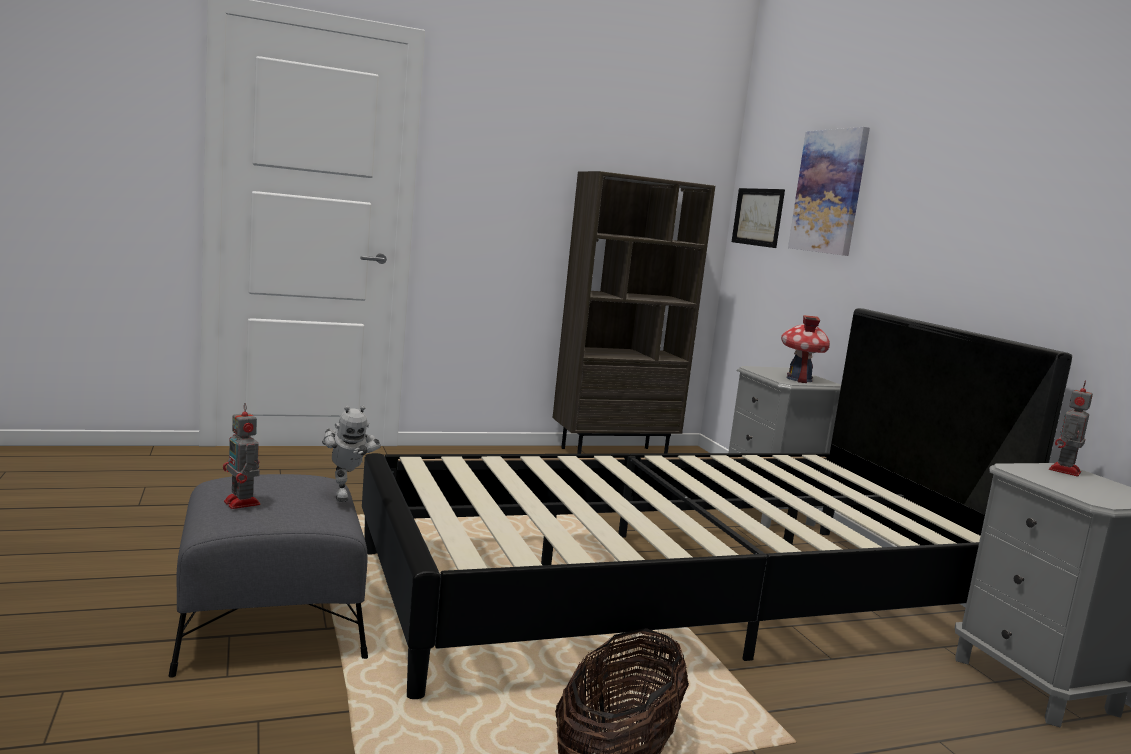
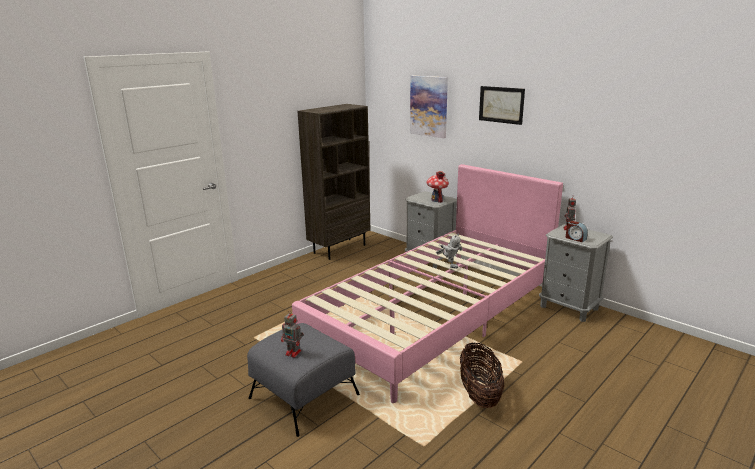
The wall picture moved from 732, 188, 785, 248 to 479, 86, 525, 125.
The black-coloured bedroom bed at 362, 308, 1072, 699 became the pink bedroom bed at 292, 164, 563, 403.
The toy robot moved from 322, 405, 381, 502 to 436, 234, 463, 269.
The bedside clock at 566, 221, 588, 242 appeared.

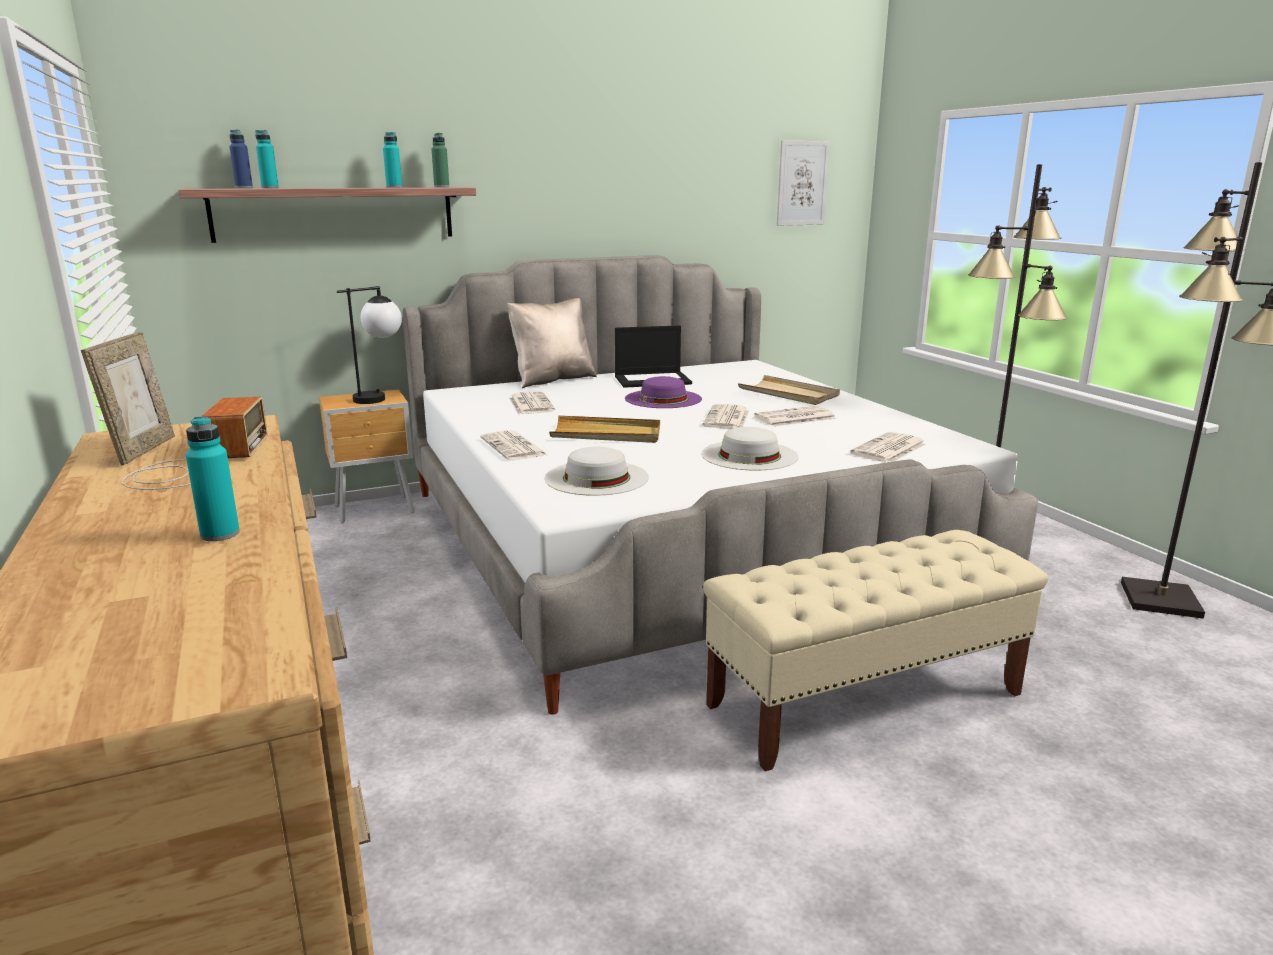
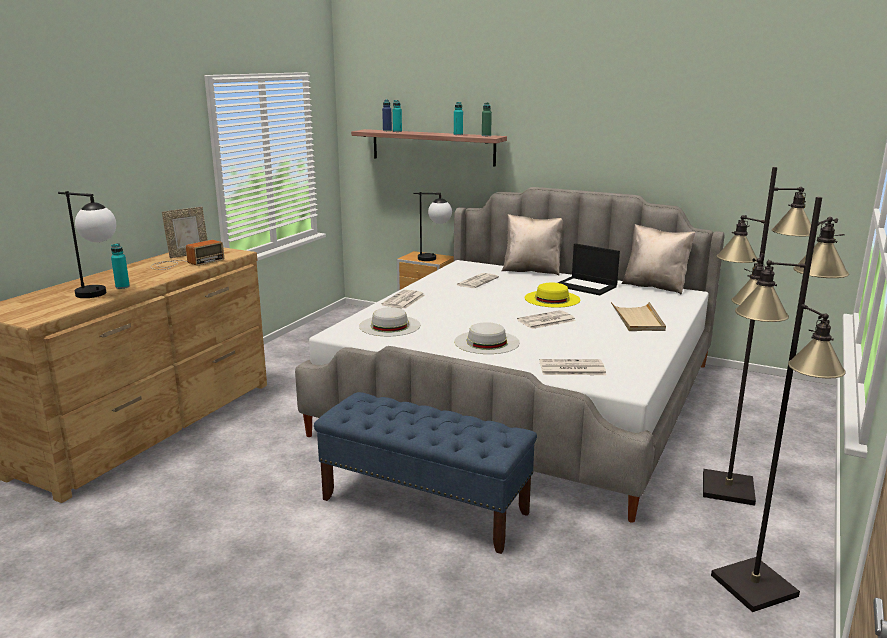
The wall picture at 777, 140, 830, 226 disappeared.
The purple-coloured hat at 625, 376, 702, 408 became the yellow hat at 525, 282, 580, 308.
The daily paper at 754, 406, 836, 427 disappeared.
The beige serving tray at 549, 415, 660, 443 disappeared.
The beige long seat at 703, 530, 1048, 771 became the blue-coloured long seat at 314, 392, 537, 554.
The tabletop lamp at 58, 191, 116, 298 appeared.
The beige cushion at 622, 224, 695, 295 appeared.

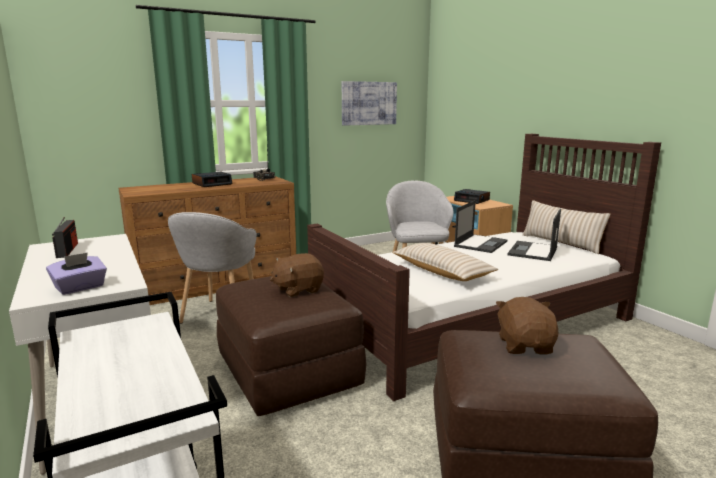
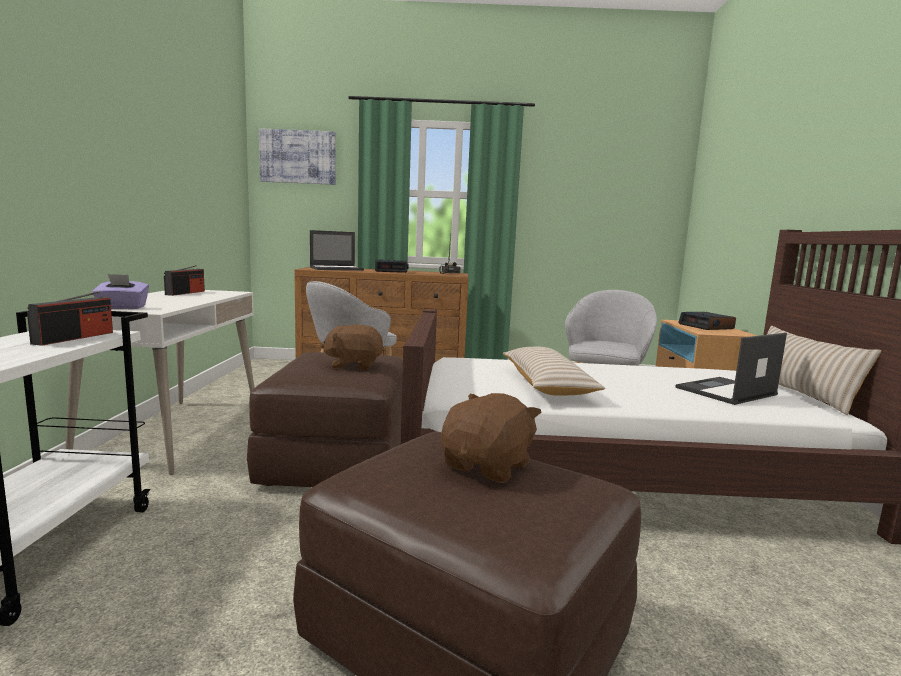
The wall picture moved from 342, 81, 397, 125 to 259, 128, 336, 185.
The notebook computer moved from 454, 200, 508, 253 to 310, 230, 364, 271.
The radio receiver at 27, 291, 113, 346 appeared.

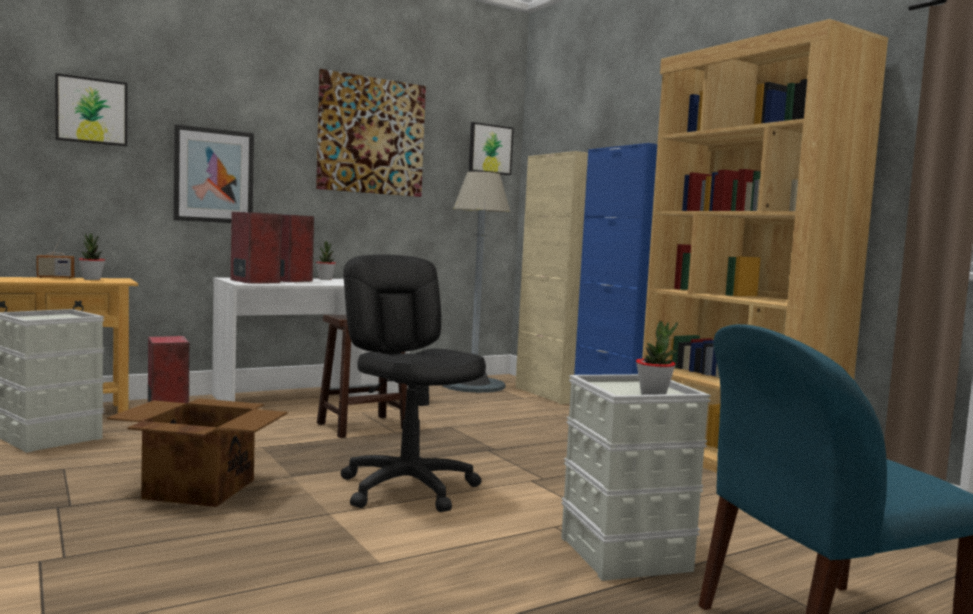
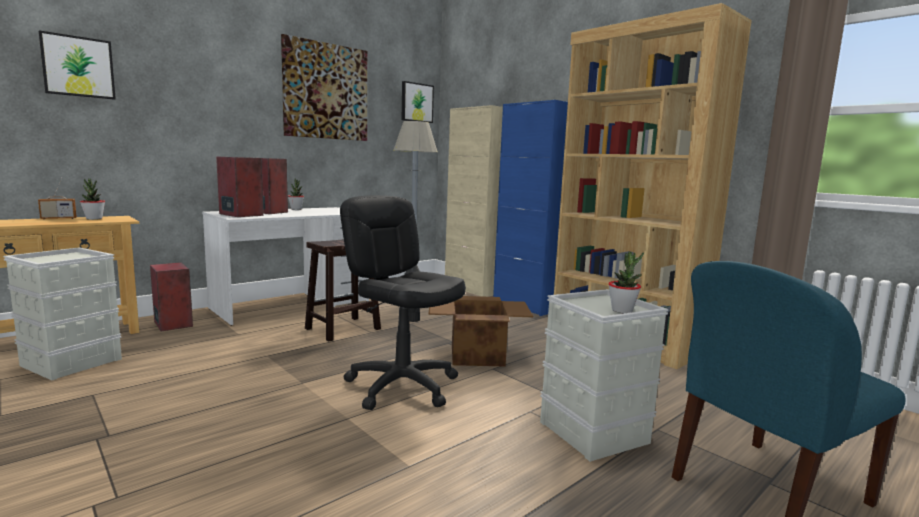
The wall picture at 173, 124, 254, 223 disappeared.
The carton moved from 107, 398, 288, 507 to 429, 296, 533, 367.

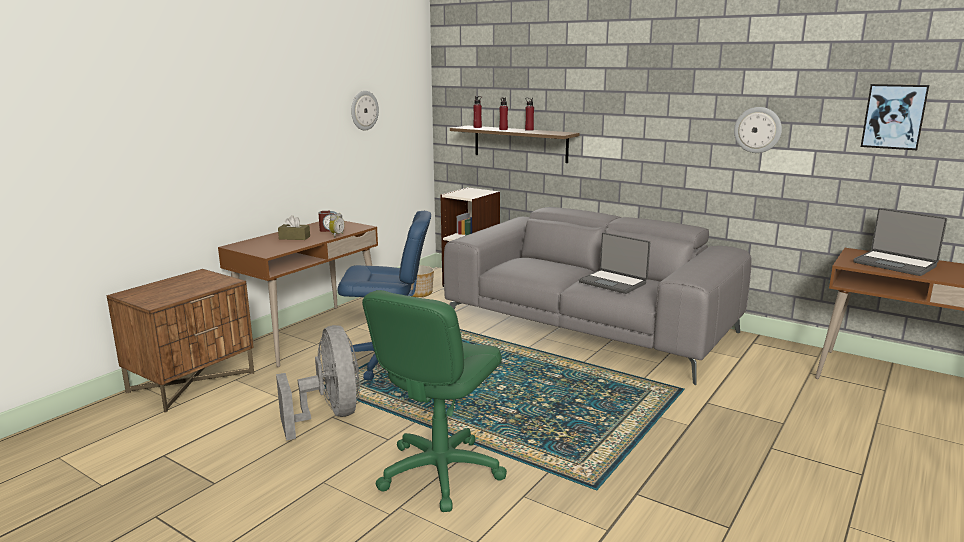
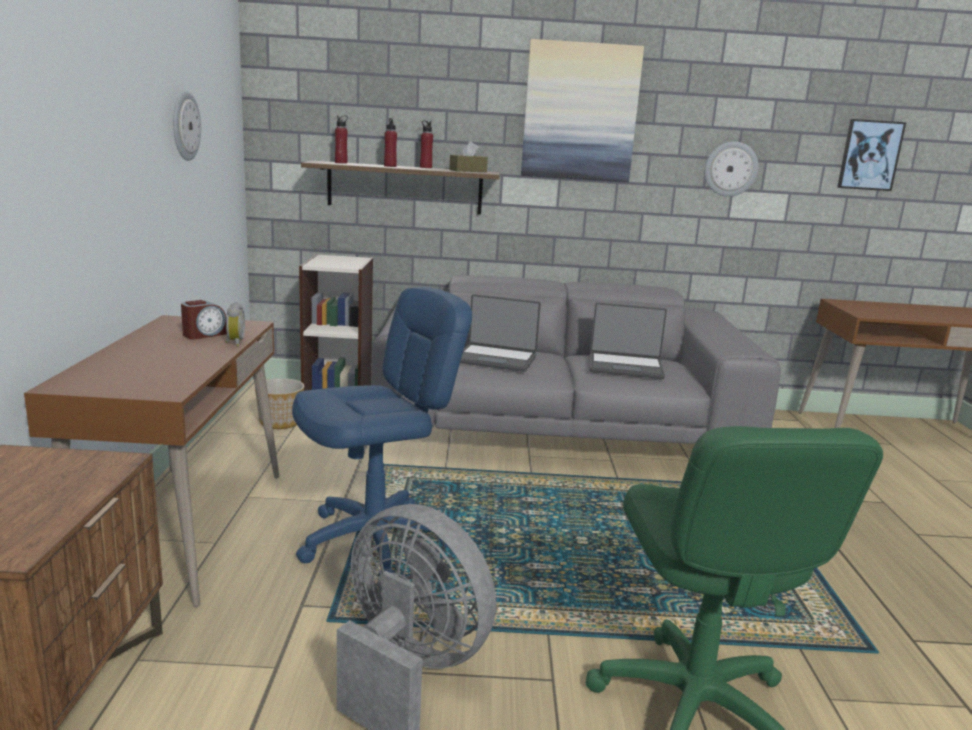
The notebook computer moved from 853, 208, 947, 276 to 460, 294, 541, 372.
The brown-coloured tissue holder moved from 278, 215, 310, 240 to 449, 141, 488, 172.
The wall picture at 521, 39, 644, 182 appeared.

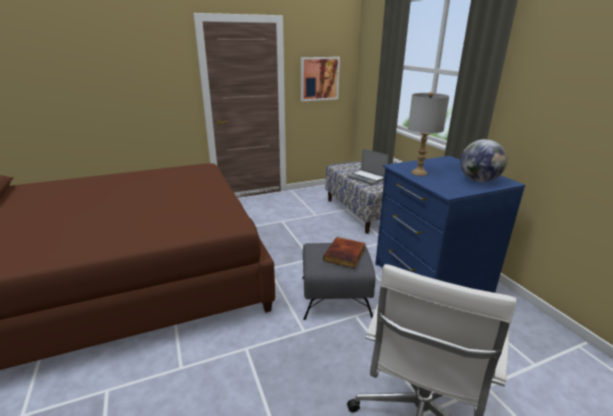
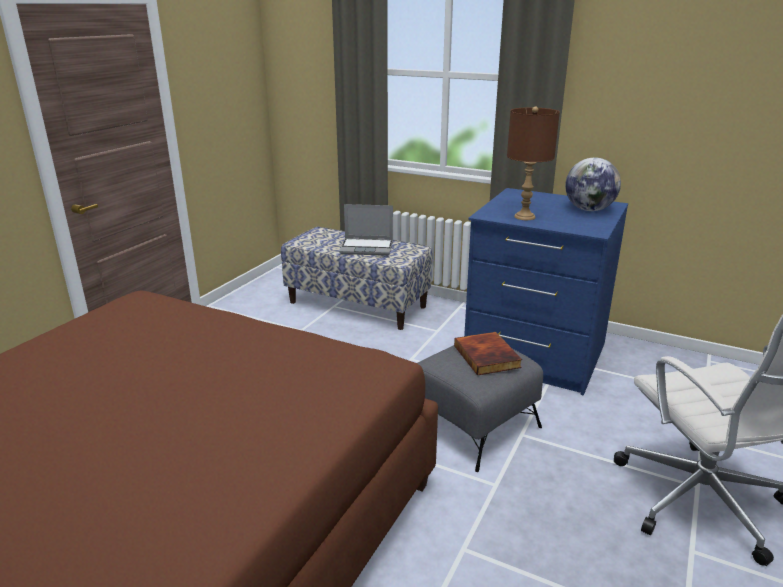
The wall picture at 301, 57, 340, 101 disappeared.
The grey tabletop lamp at 408, 92, 450, 176 became the brown-coloured tabletop lamp at 507, 106, 560, 220.

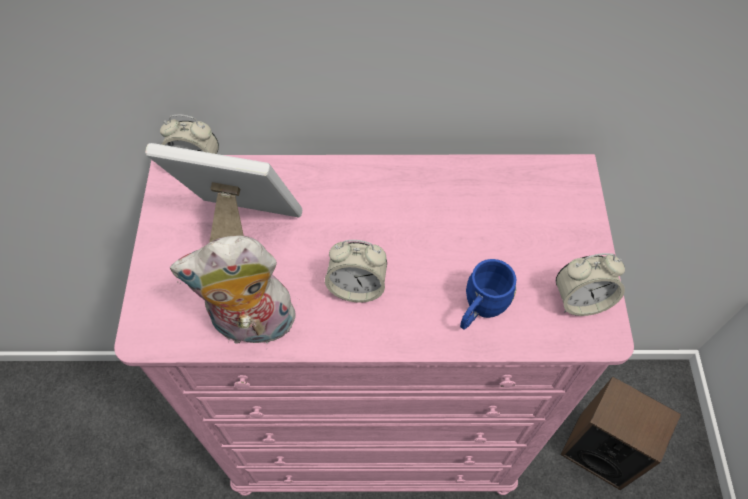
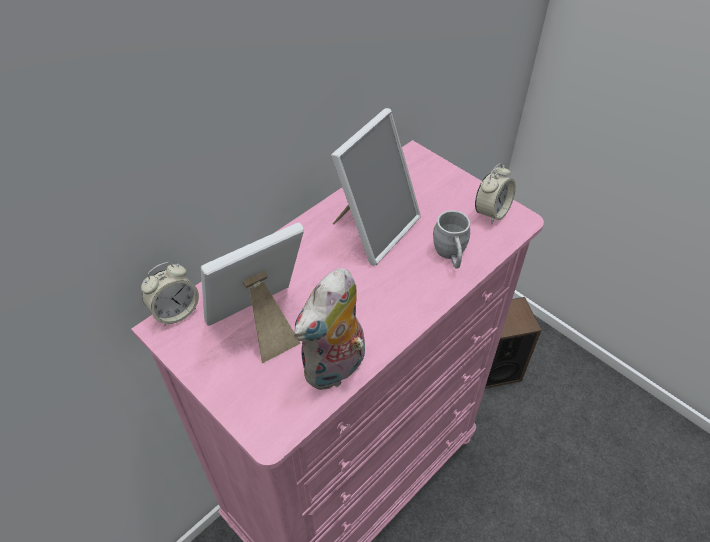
The bedside clock at 325, 240, 387, 303 disappeared.
The blue-coloured mug at 460, 259, 517, 330 became the grey mug at 433, 210, 470, 268.
The standing frame at 331, 108, 421, 266 appeared.

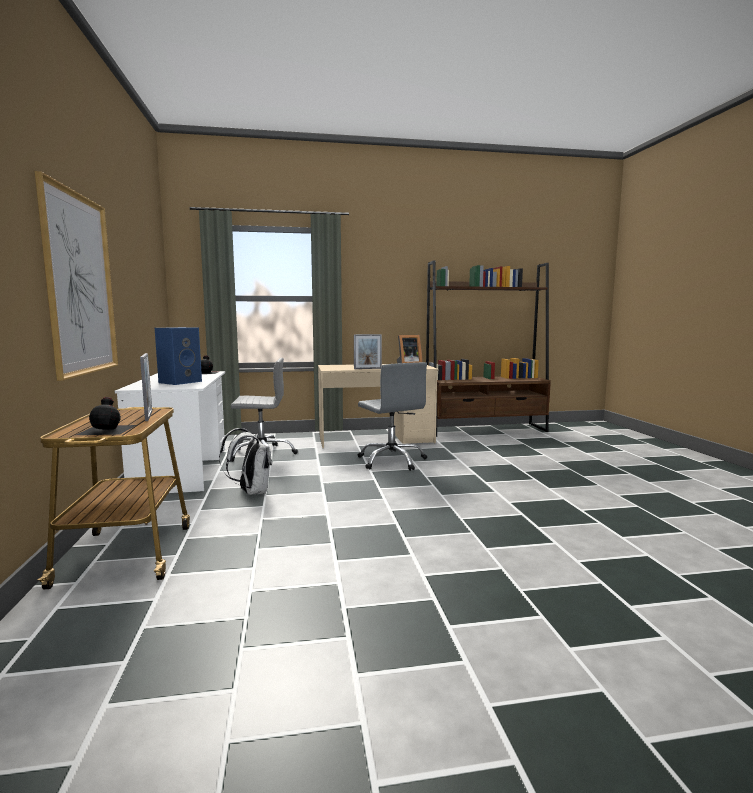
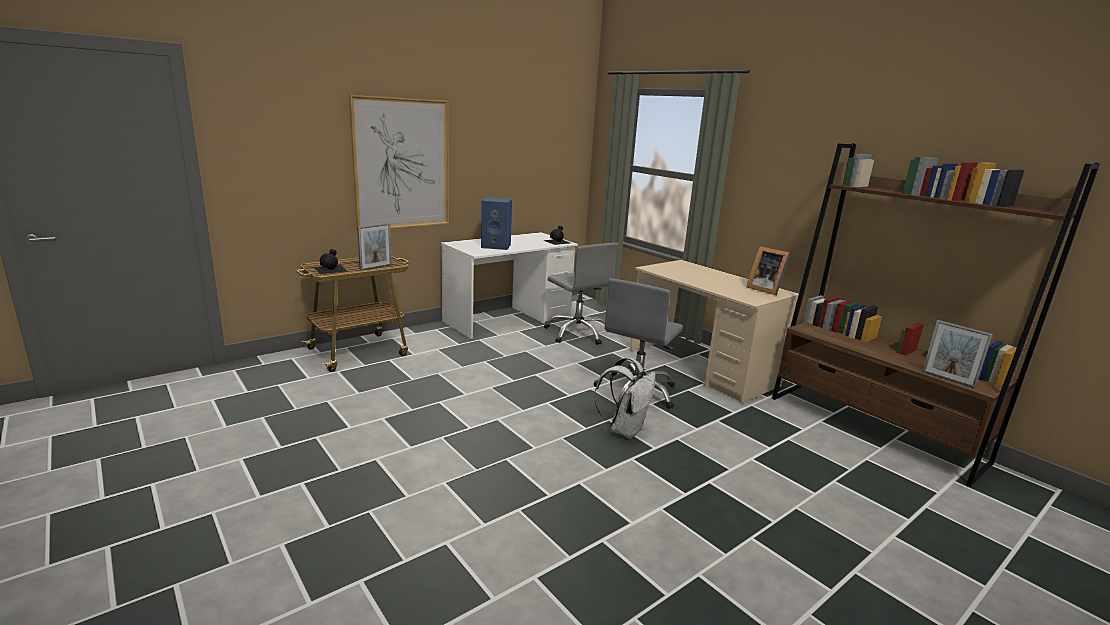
The standing frame moved from 354, 334, 382, 369 to 922, 320, 993, 389.
The white-coloured knapsack moved from 219, 428, 272, 495 to 594, 357, 655, 439.

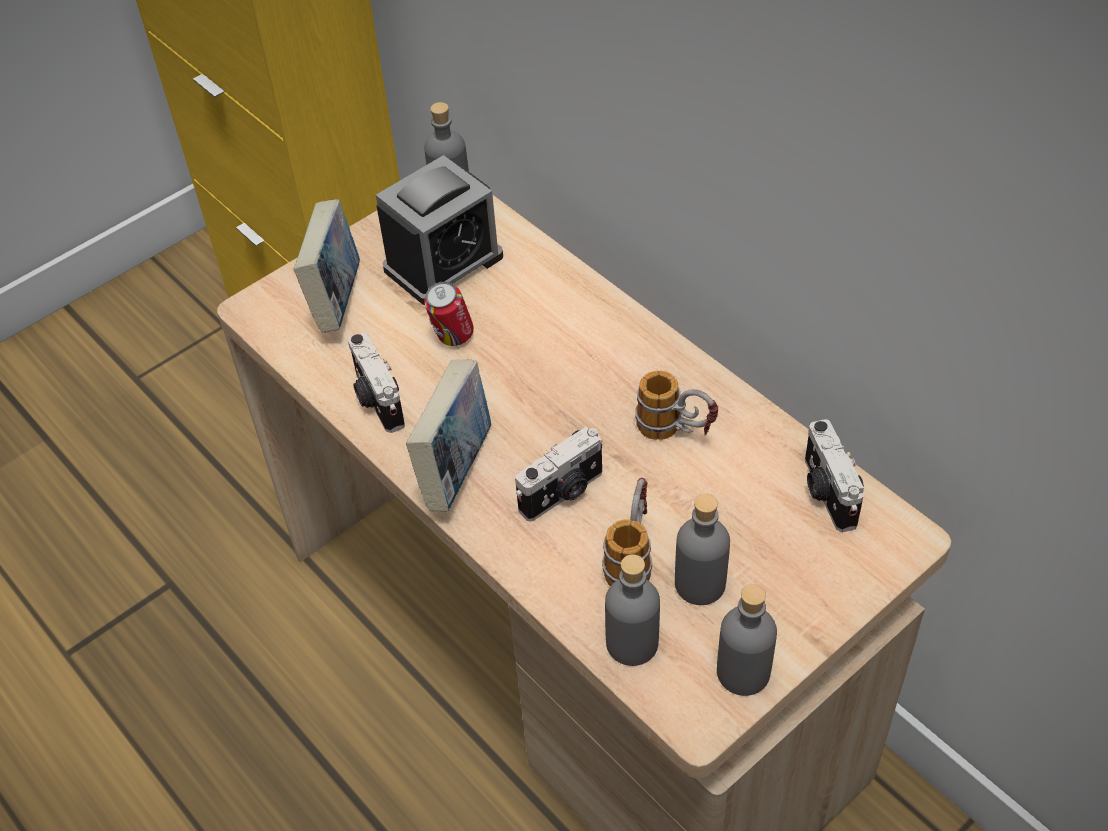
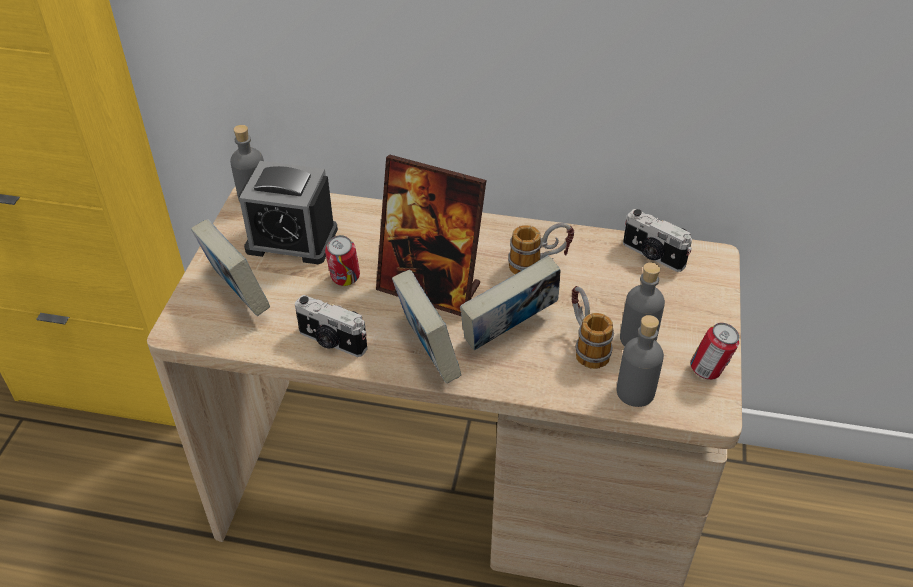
The bedside clock at 376, 155, 503, 305 turned 90 degrees clockwise.
The still camera at 515, 427, 602, 522 was replaced by the book at 460, 255, 561, 350.
The grey bottle at 717, 584, 777, 696 was replaced by the can at 690, 323, 739, 380.
The standing frame at 376, 155, 486, 316 appeared.

